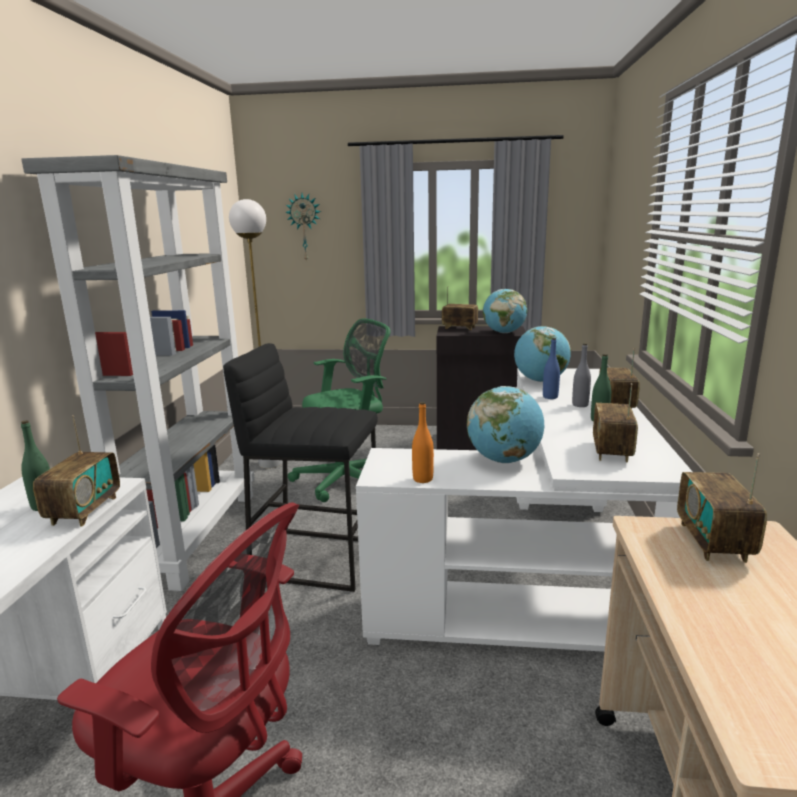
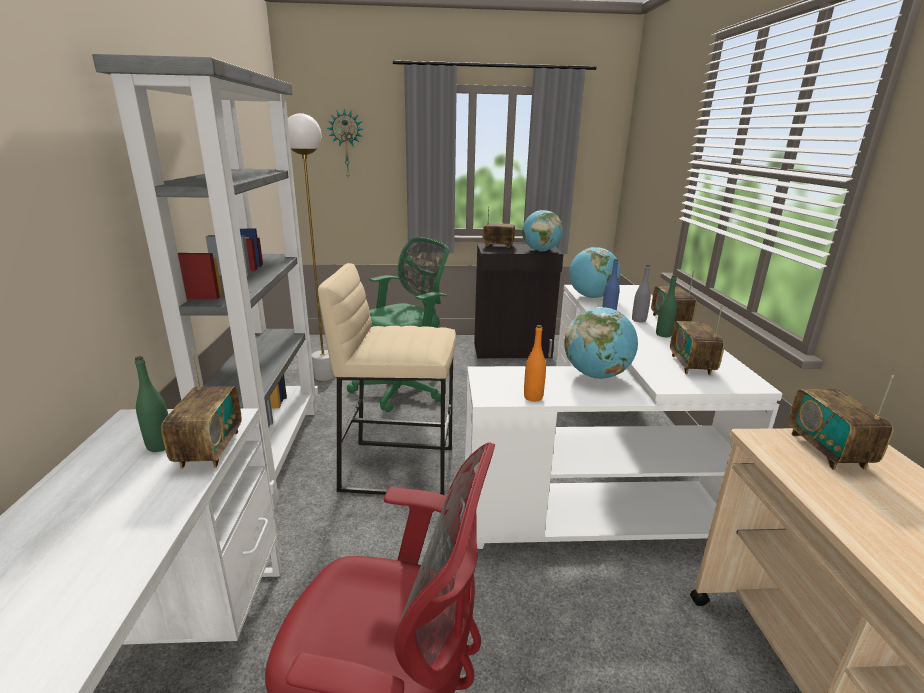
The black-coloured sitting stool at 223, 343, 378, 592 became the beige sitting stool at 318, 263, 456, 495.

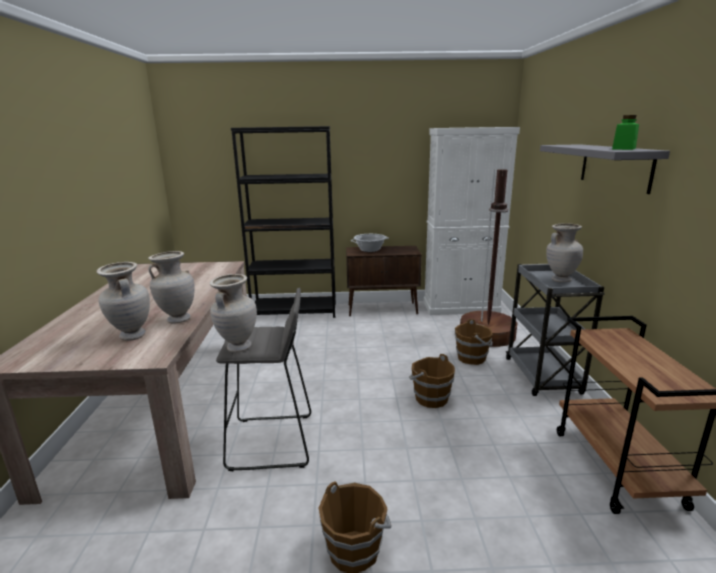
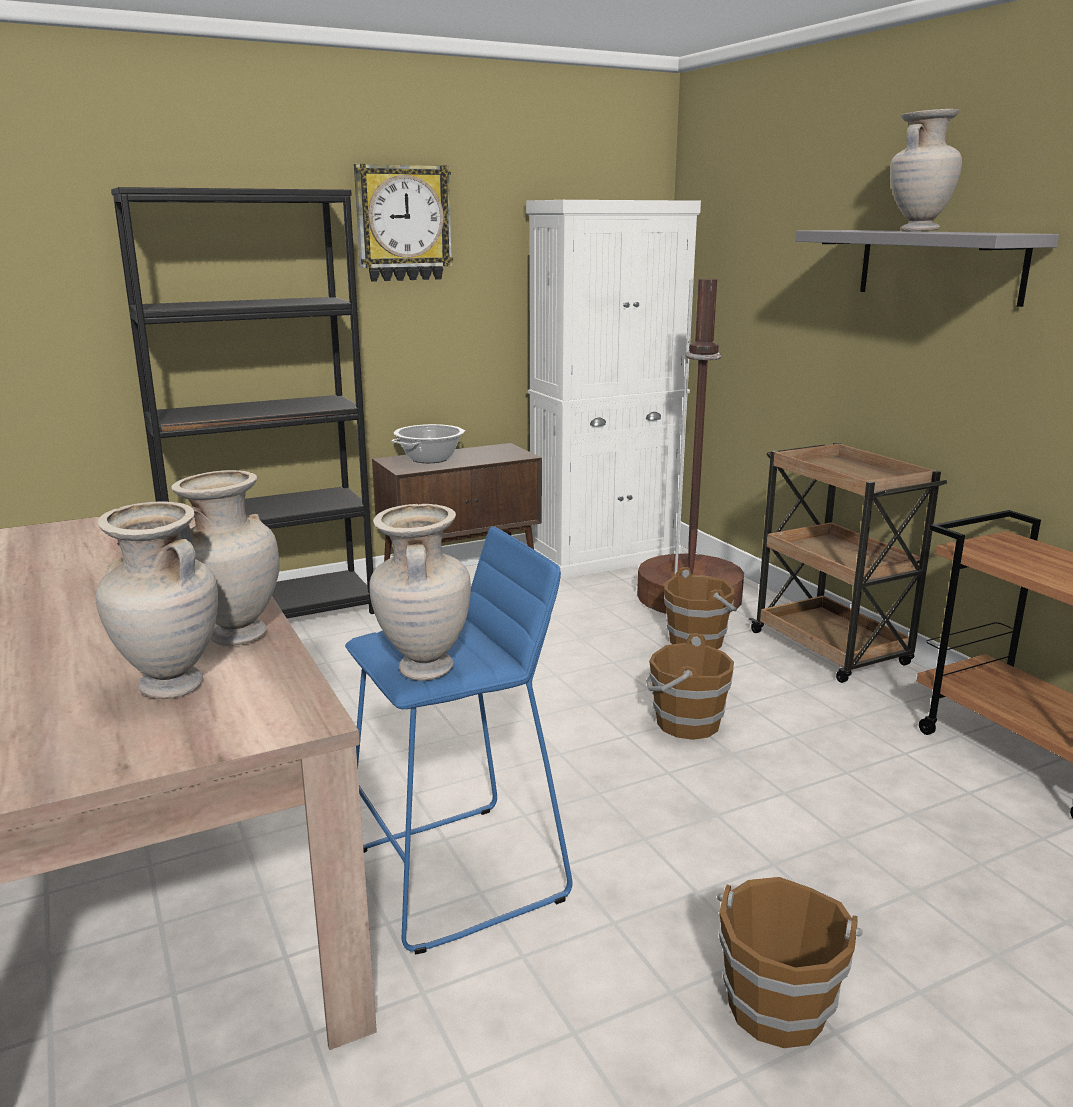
The greenish preserve jar at 612, 115, 639, 150 disappeared.
The beige decorative vase moved from 546, 223, 583, 282 to 890, 109, 962, 232.
The grey wheeled cart at 506, 264, 605, 396 became the brown-coloured wheeled cart at 749, 442, 947, 683.
The grey sitting stool at 216, 287, 311, 471 became the blue-coloured sitting stool at 345, 526, 572, 954.
The clock on the wall at 354, 164, 453, 282 appeared.

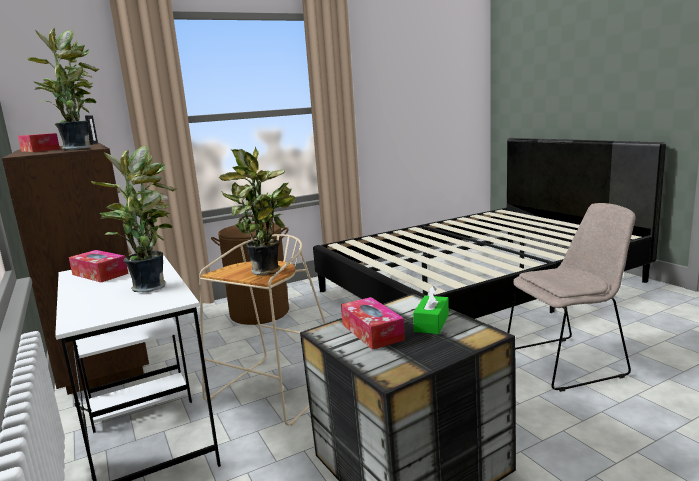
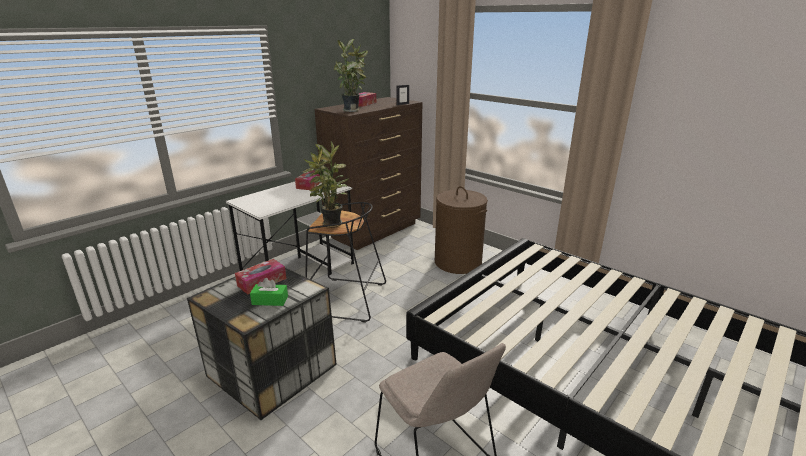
The houseplant at 91, 146, 177, 293 disappeared.
The beige sitting stool at 199, 234, 326, 426 became the black-coloured sitting stool at 305, 202, 386, 323.

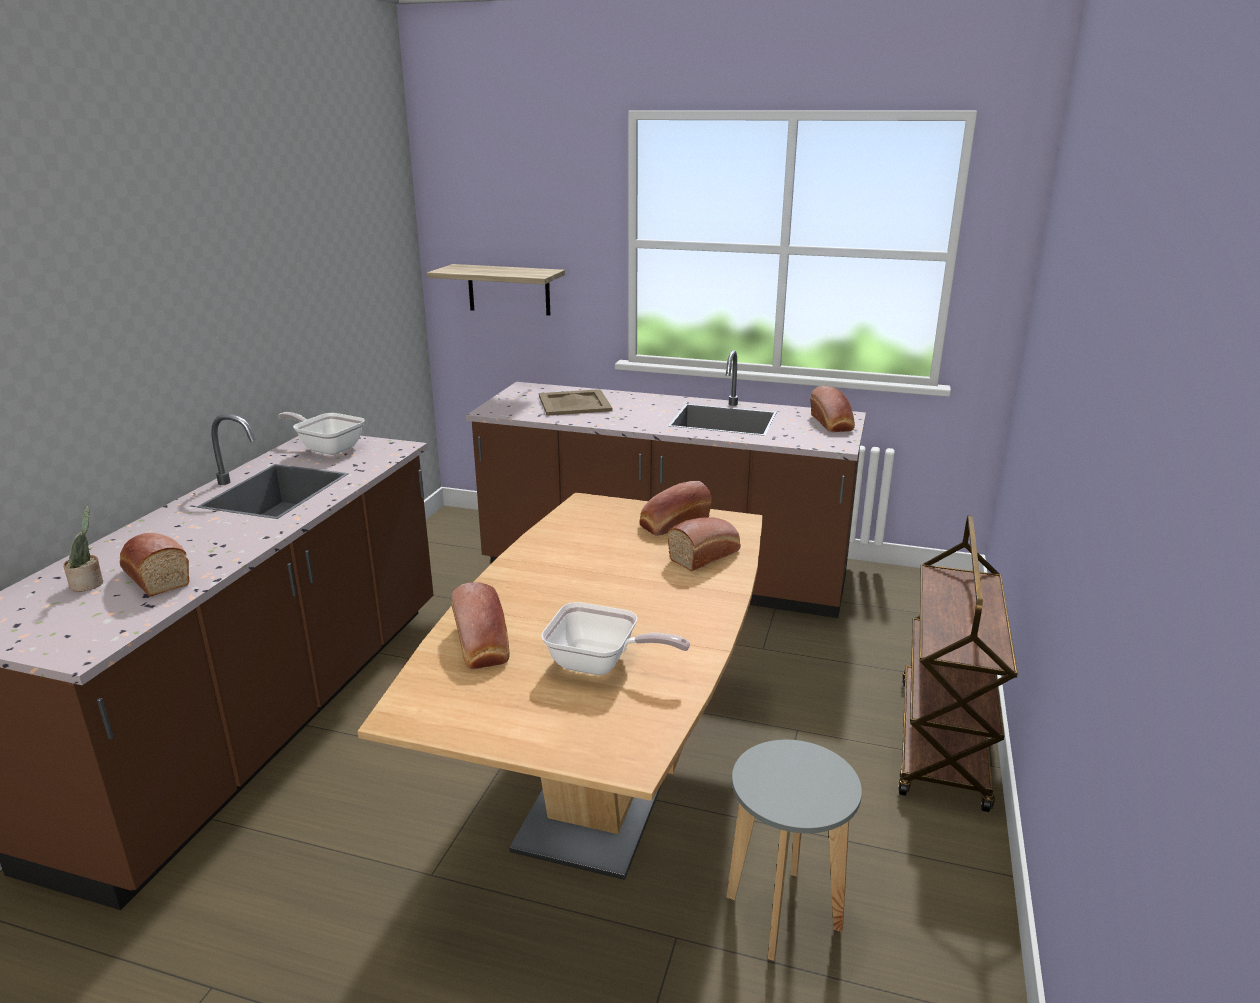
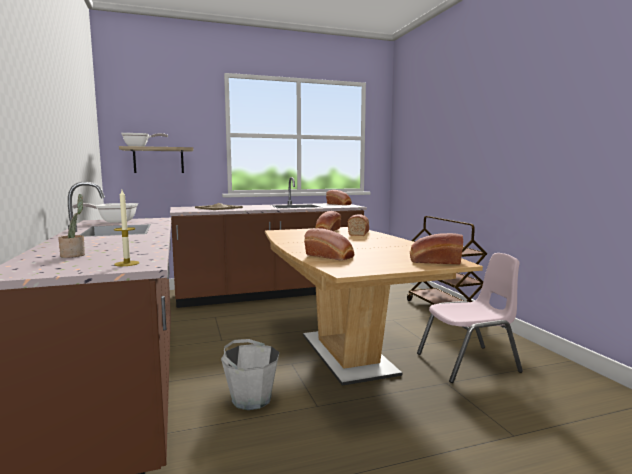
The bakery bread moved from 120, 533, 190, 597 to 410, 233, 463, 265.
The pan moved from 541, 602, 690, 675 to 121, 133, 168, 146.
The grey sitting stool at 726, 740, 862, 961 was replaced by the pink upright chair at 417, 253, 523, 383.
The wax candle at 114, 190, 139, 266 appeared.
The grey pail at 221, 339, 279, 410 appeared.

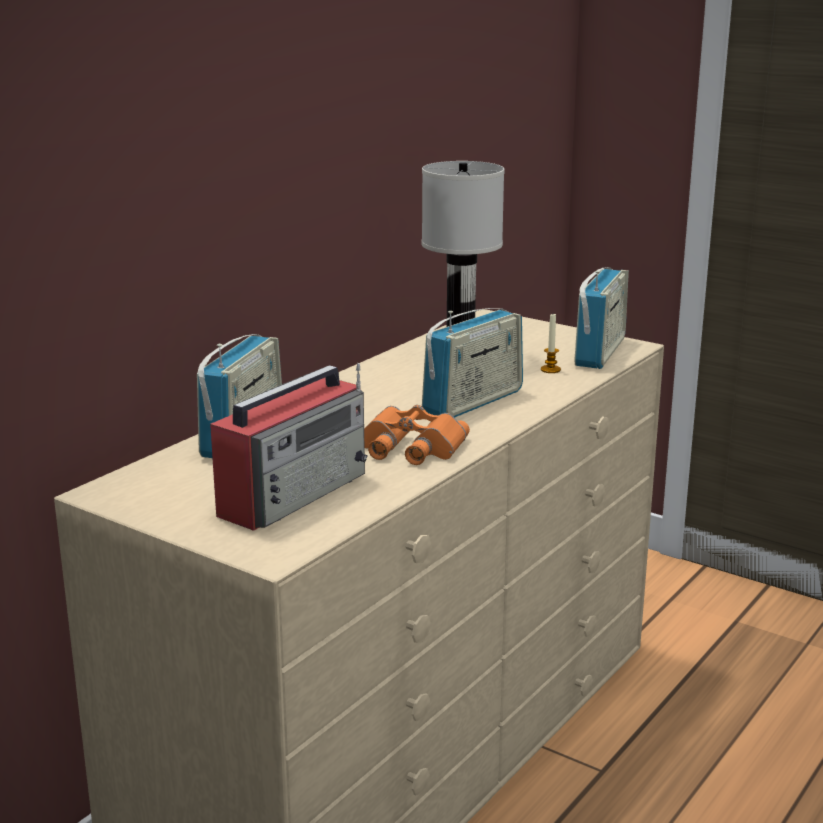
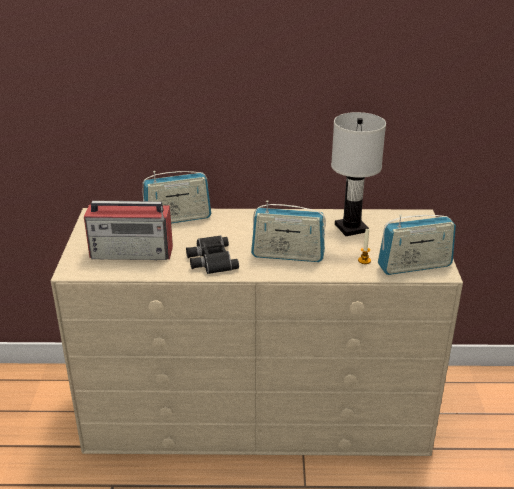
The orange-coloured binoculars at 364, 405, 470, 465 became the black-coloured binoculars at 186, 235, 239, 274.

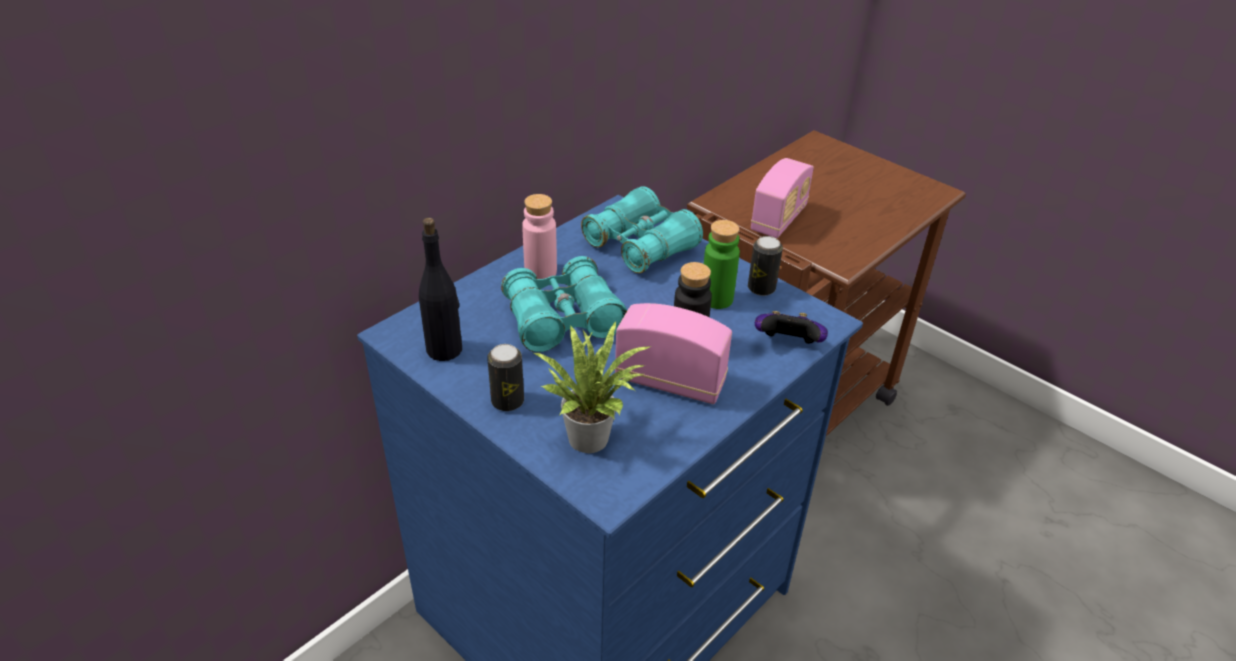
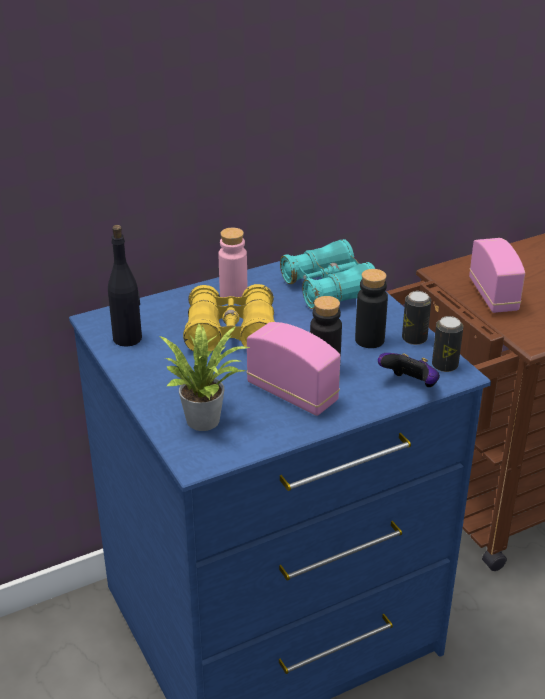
The radio receiver at 751, 158, 814, 238 turned 60 degrees counterclockwise.
The greenish bottle at 704, 220, 740, 309 became the black-coloured bottle at 355, 269, 388, 348.
The blue-green binoculars at 501, 256, 627, 352 became the yellow binoculars at 183, 284, 275, 351.
The can moved from 487, 344, 524, 411 to 432, 316, 463, 372.

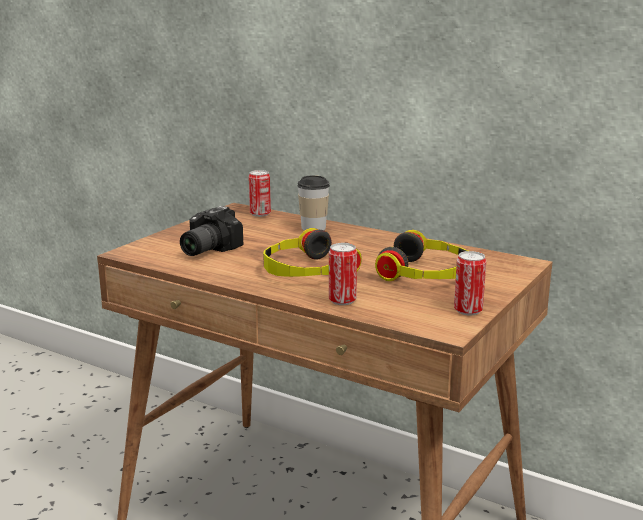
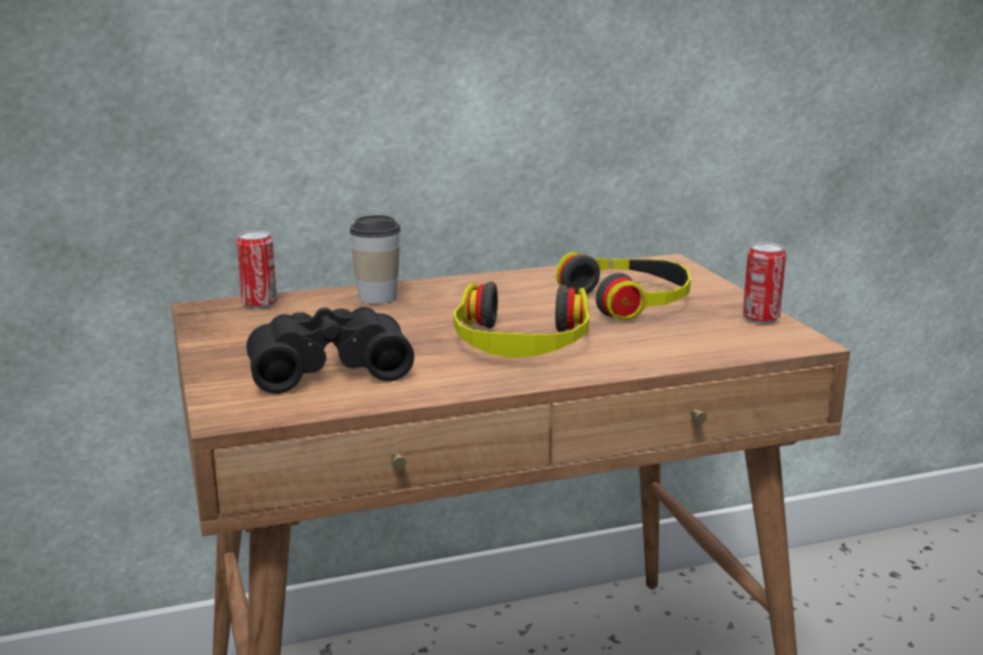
The still camera at 180, 206, 243, 256 was replaced by the black-coloured binoculars at 246, 307, 414, 394.
The can at 329, 243, 357, 305 disappeared.

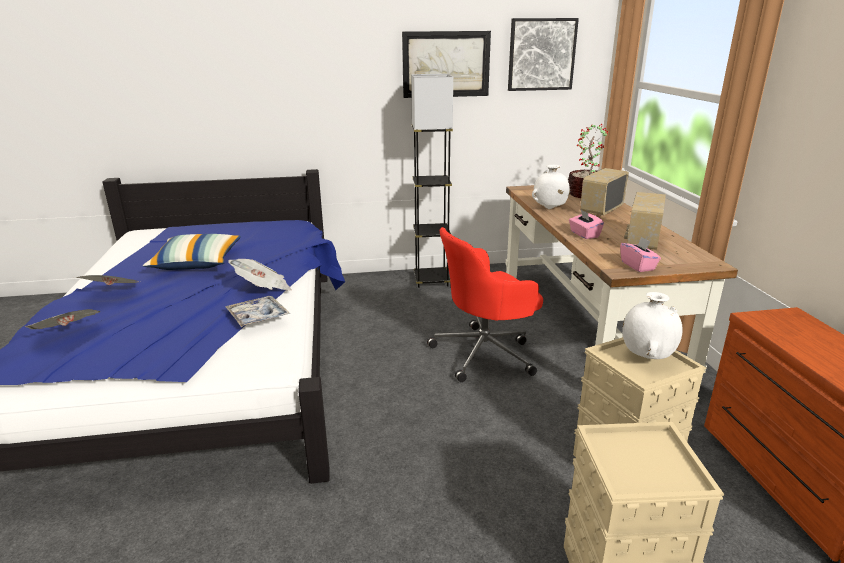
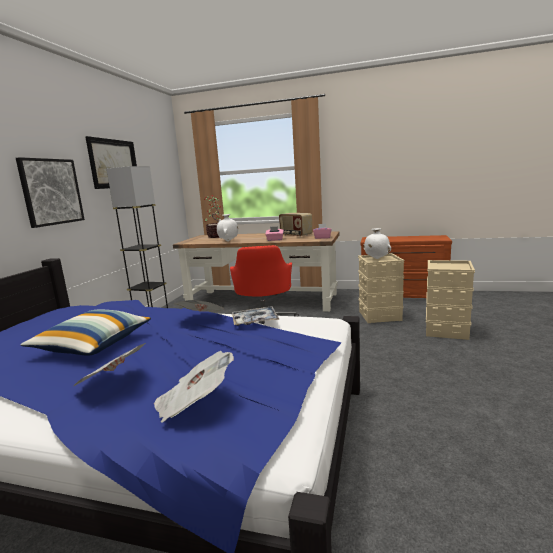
The wall picture moved from 508, 18, 579, 91 to 16, 157, 85, 228.
The radio receiver at 580, 168, 629, 216 disappeared.

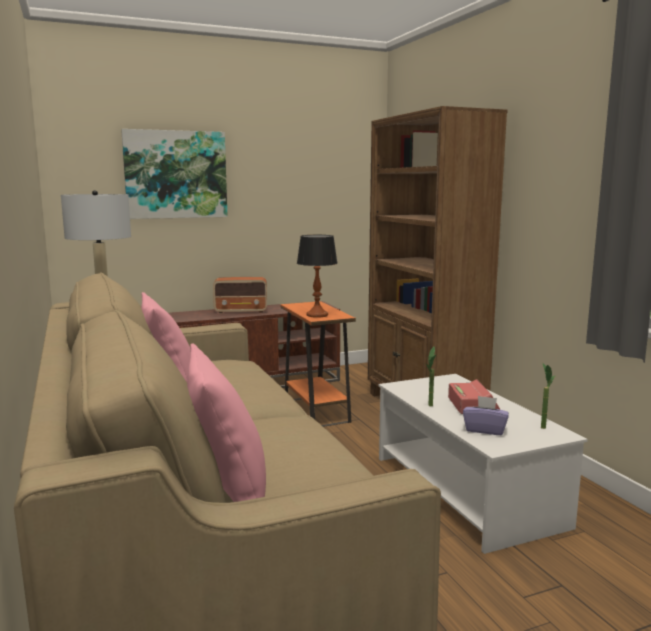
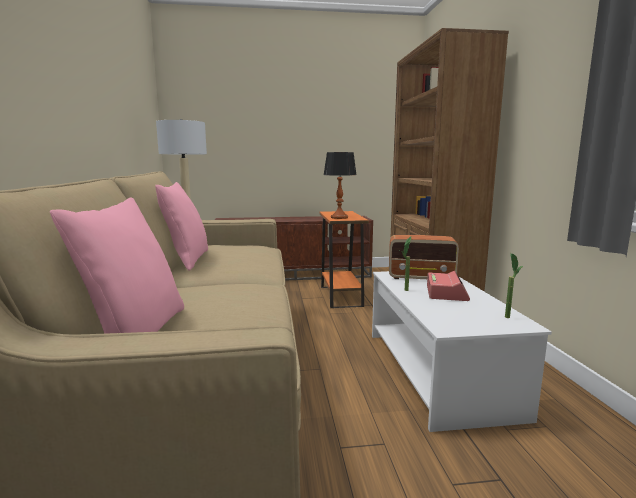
The wall picture at 121, 129, 228, 219 disappeared.
The radio receiver moved from 213, 277, 267, 313 to 389, 235, 459, 279.
The purple-coloured tissue holder at 463, 396, 509, 435 disappeared.

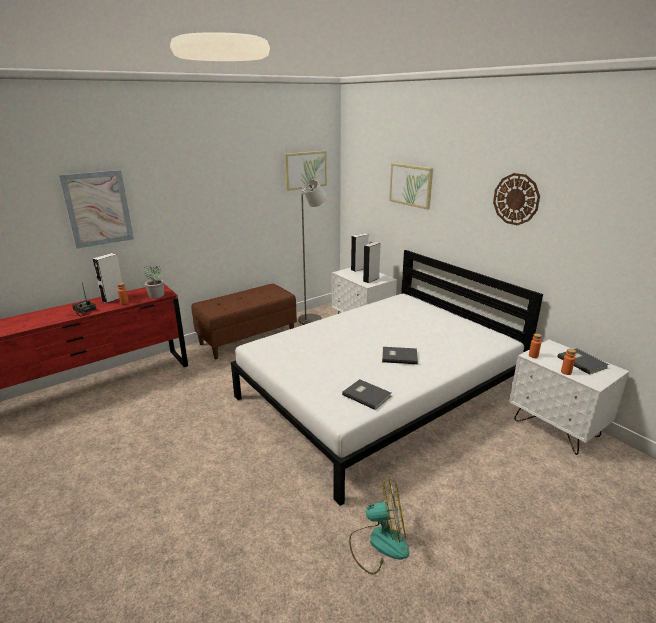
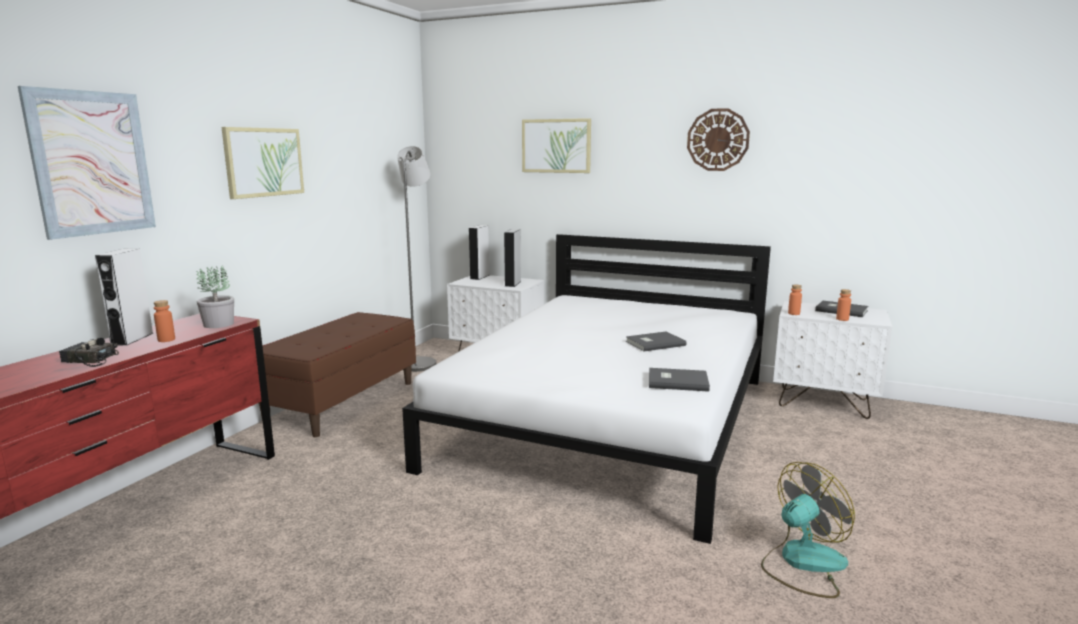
The wall picture moved from 284, 151, 327, 191 to 221, 127, 304, 199.

